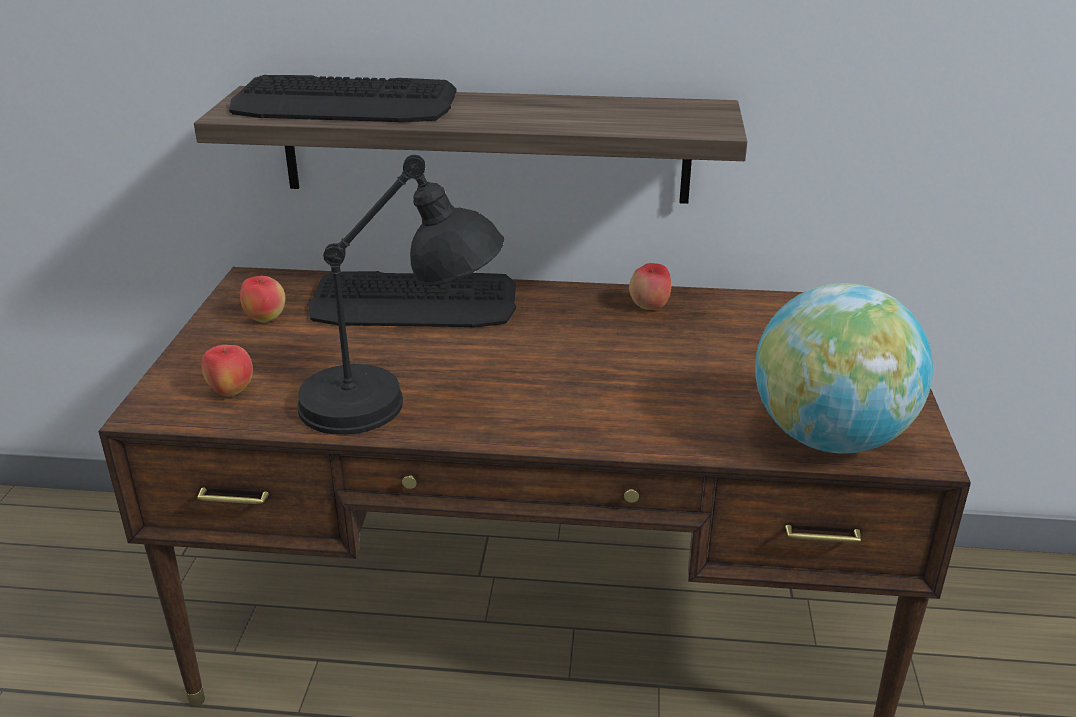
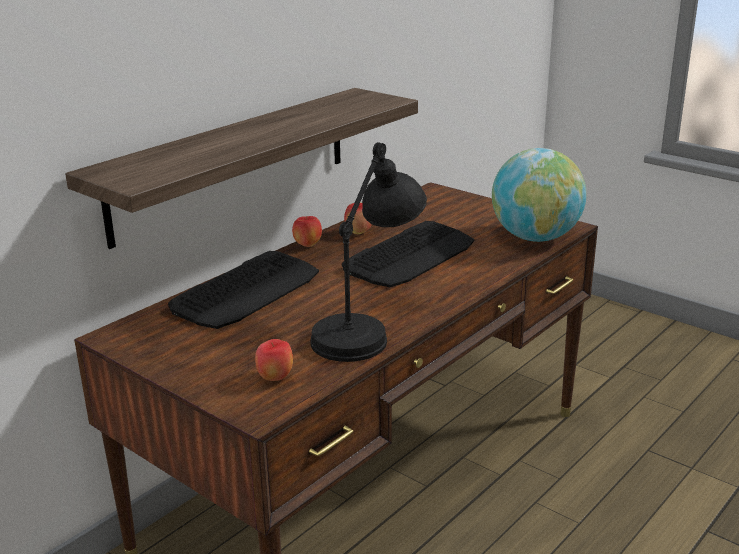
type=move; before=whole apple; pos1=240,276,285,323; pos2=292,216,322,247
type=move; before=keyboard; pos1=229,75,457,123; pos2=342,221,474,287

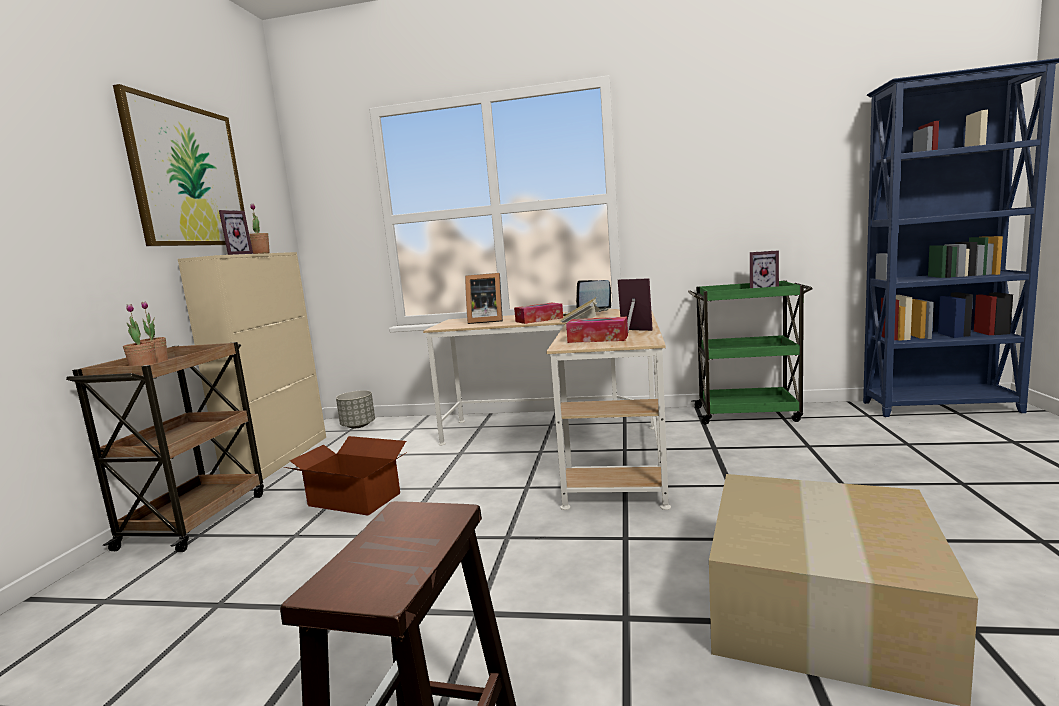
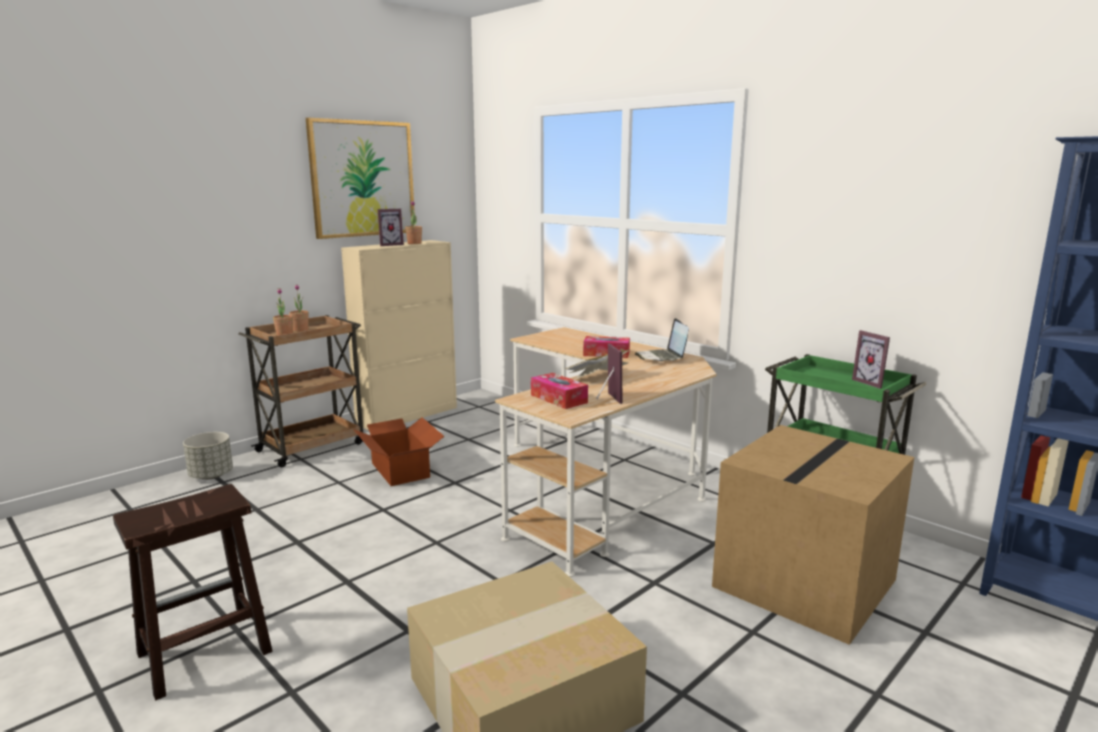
type=move; before=gray flower pot; pos1=336,390,375,428; pos2=183,432,233,480
type=insert; after=carton; pos2=712,425,914,645
type=delete; before=picture frame; pos1=465,273,503,324

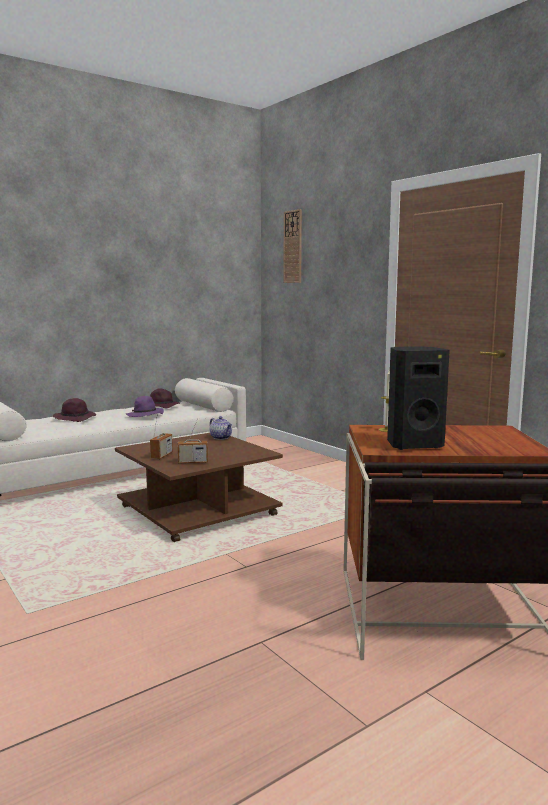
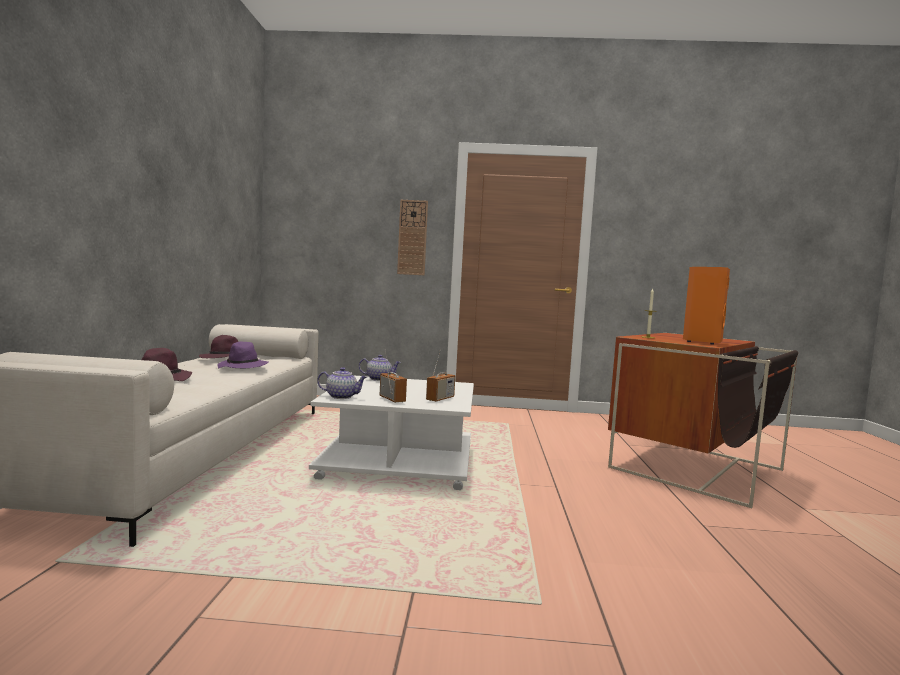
type=recolor; before=brown-coloured lounge table; after=white-coloured lounge table; pos1=115,433,283,542; pos2=309,375,474,490
type=insert; after=pot for tea; pos2=317,367,367,399
type=move; before=clock on the wall; pos1=284,209,302,283; pos2=397,200,428,275
type=recolor; before=black-coloured audio speaker; after=orange audio speaker; pos1=387,346,450,450; pos2=683,267,730,344

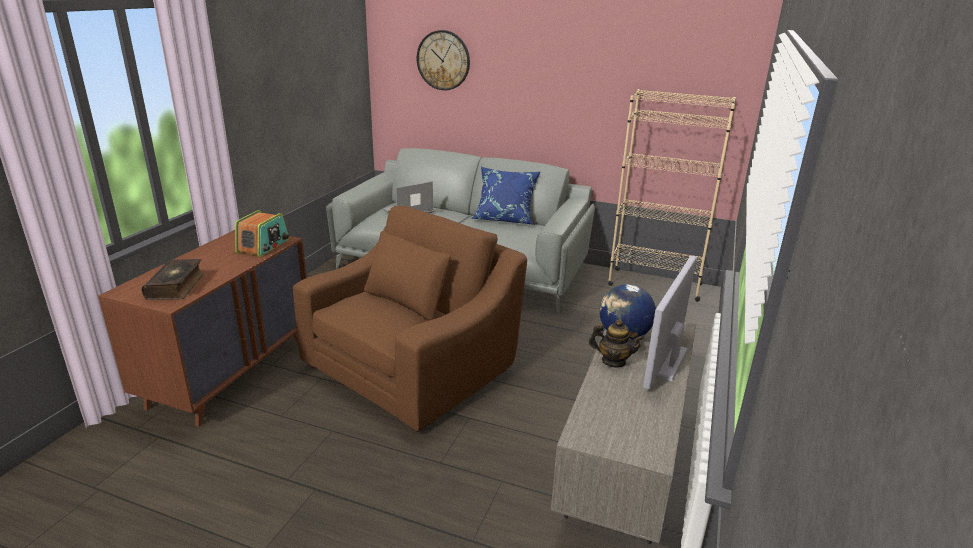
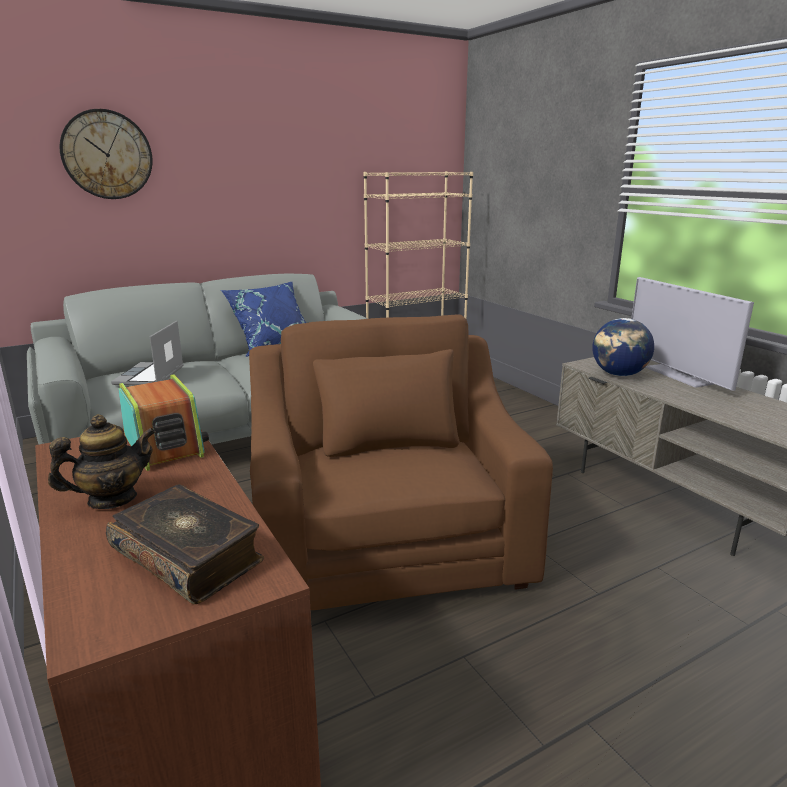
type=move; before=pot for tea; pos1=589,319,645,368; pos2=48,414,156,509

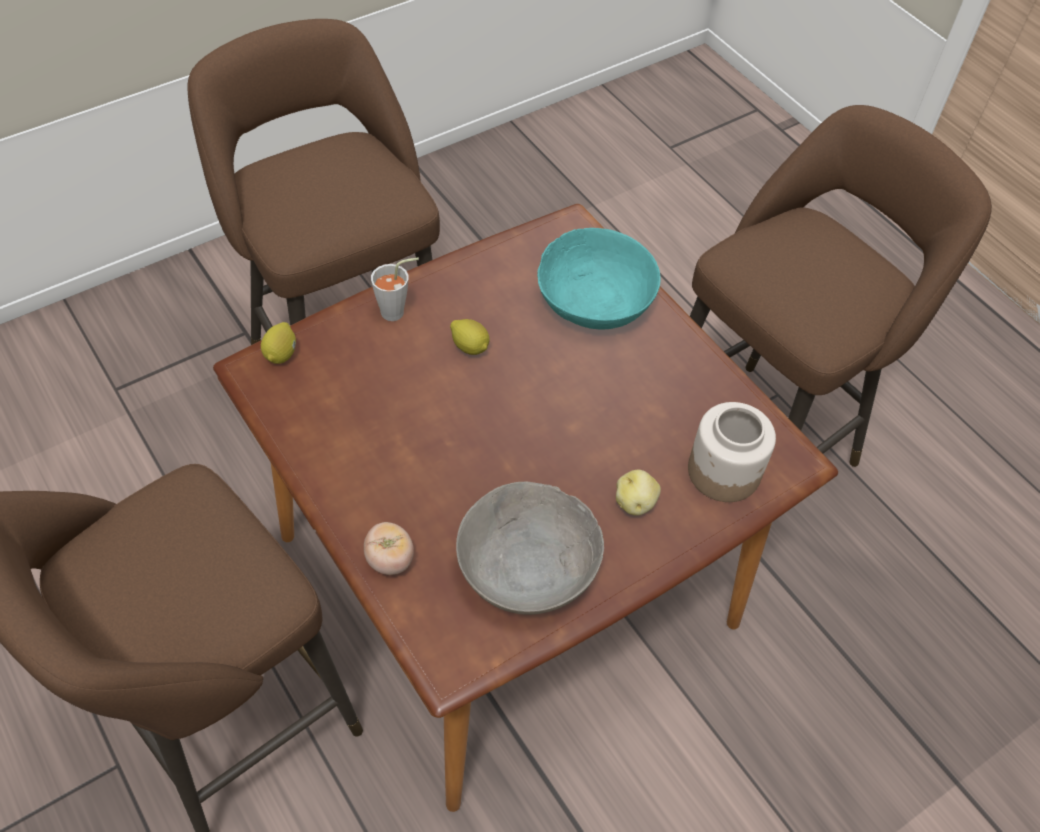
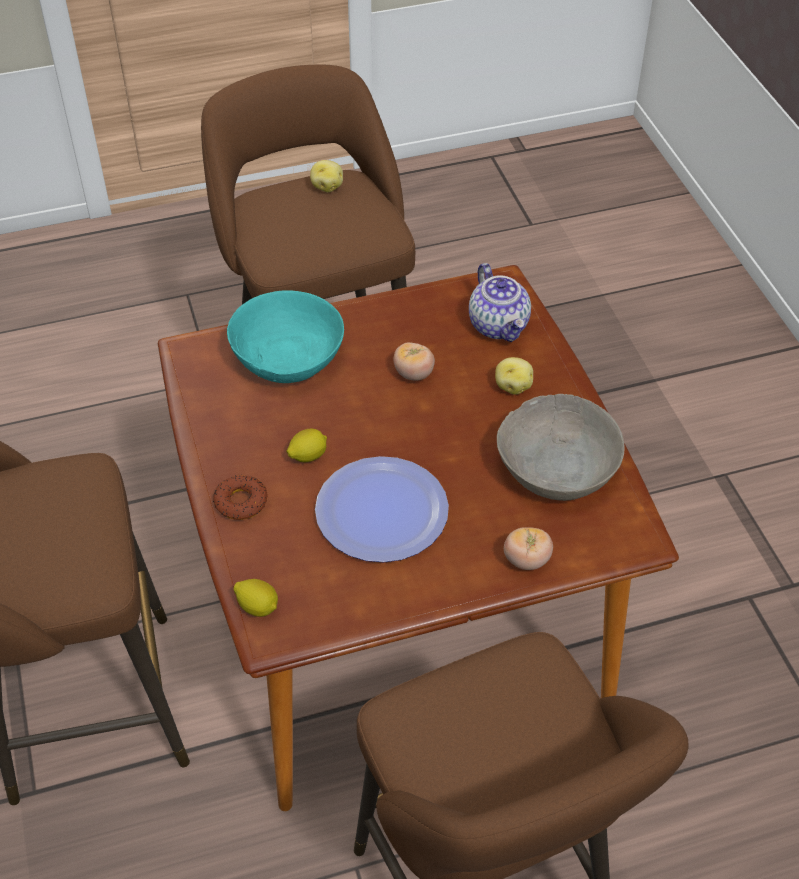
type=replace; before=gray small cup; after=doughnut; pos1=371,257,419,321; pos2=213,475,268,520
type=insert; after=spud; pos2=310,160,343,192
type=insert; after=dinner plate; pos2=315,456,449,562
type=insert; after=whole tomato; pos2=394,342,435,381
type=replace; before=preserve jar; after=pot for tea; pos1=688,402,776,502; pos2=469,263,531,342

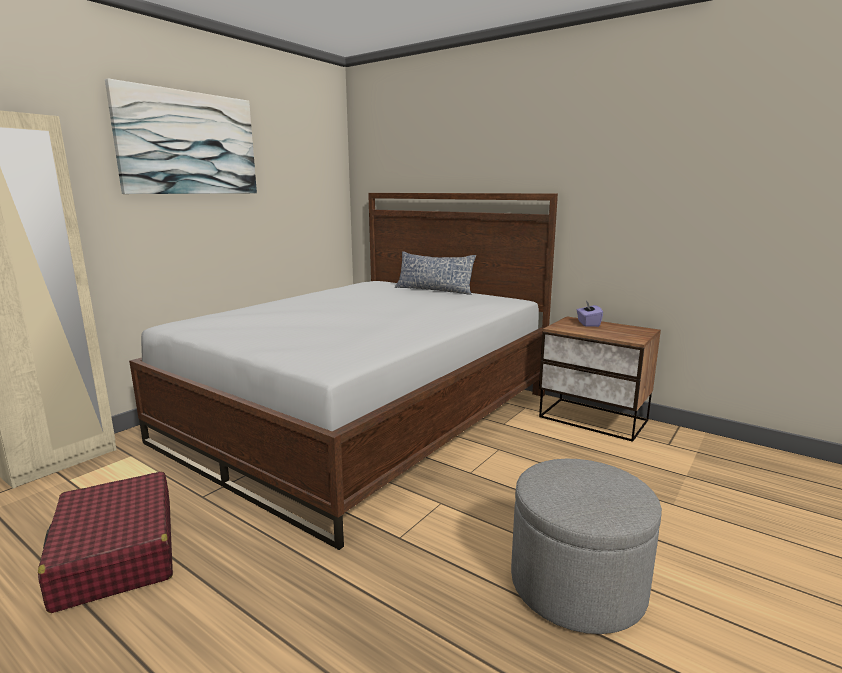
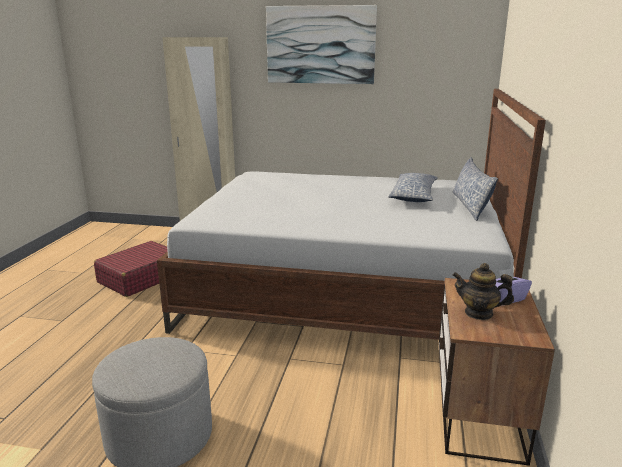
type=insert; after=pillow; pos2=389,173,438,202
type=insert; after=pot for tea; pos2=452,263,514,320

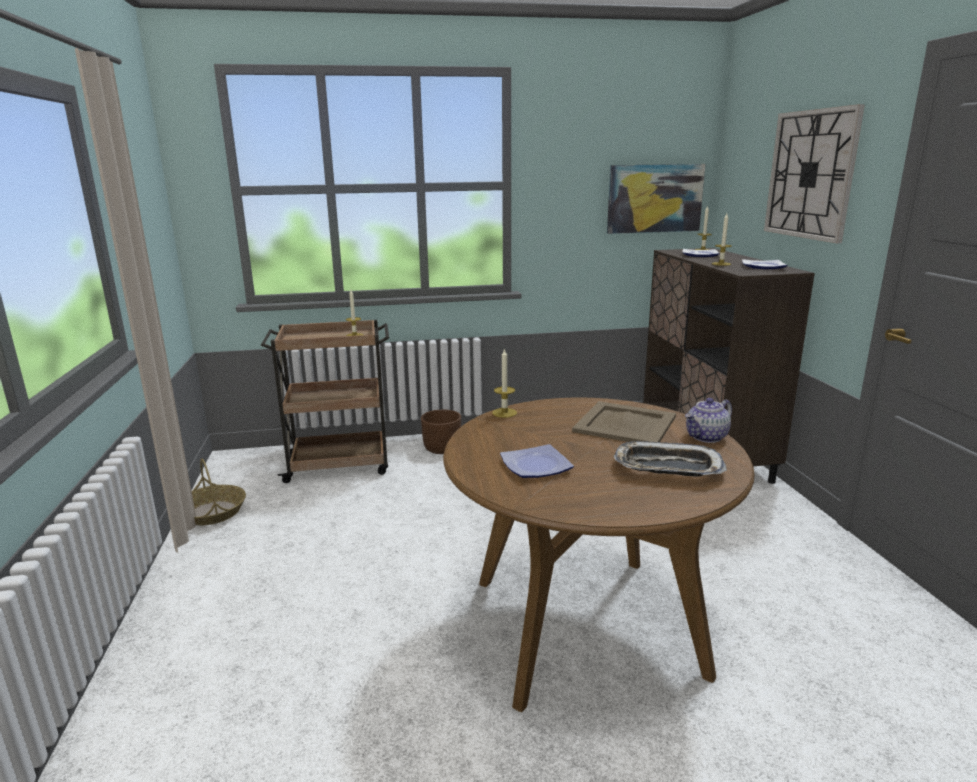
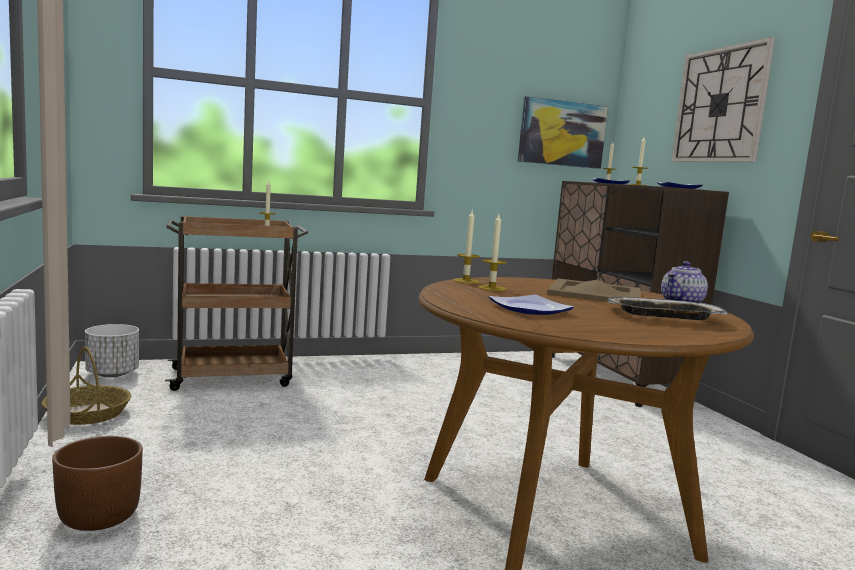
type=move; before=brown-coloured flower pot; pos1=421,410,461,454; pos2=52,436,143,531
type=insert; after=white-coloured flower pot; pos2=85,324,139,377
type=insert; after=wax candle; pos2=478,214,506,291

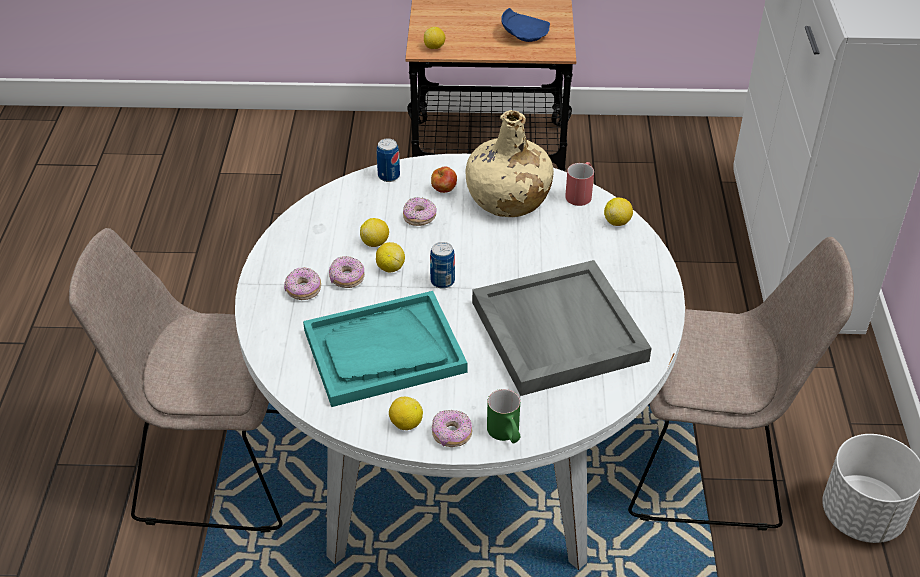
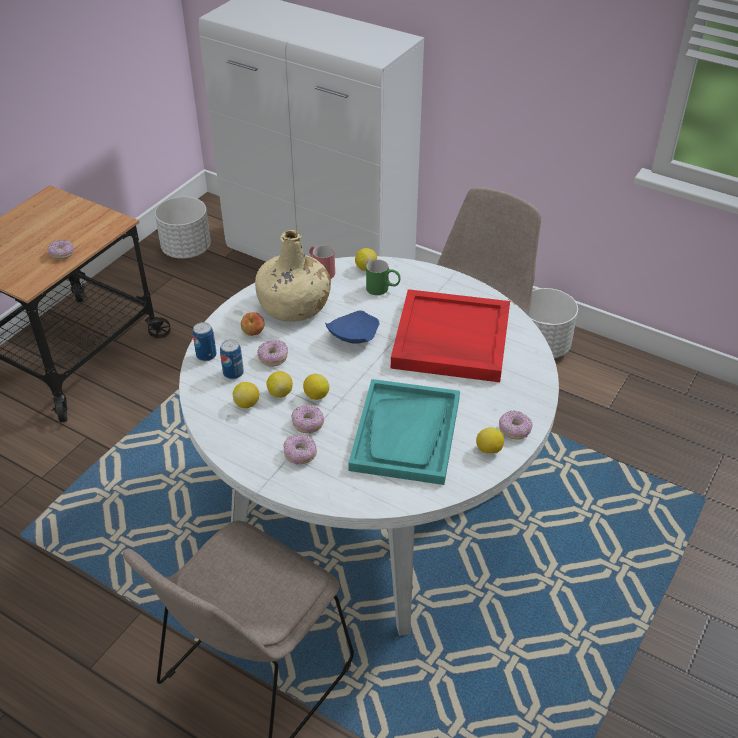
type=insert; after=doughnut; pos2=47,240,74,259
type=insert; after=white-coloured flower pot; pos2=155,196,211,259
type=move; before=can; pos1=430,242,455,289; pos2=220,340,244,379
type=move; before=lemon; pos1=424,27,445,49; pos2=233,382,259,408
type=move; before=blue-coloured dinner plate; pos1=501,8,550,42; pos2=325,311,379,344
type=move; before=green tea mug; pos1=487,389,521,443; pos2=366,259,401,295
type=recolor; before=gray serving tray; after=red serving tray; pos1=472,260,651,396; pos2=391,289,510,382

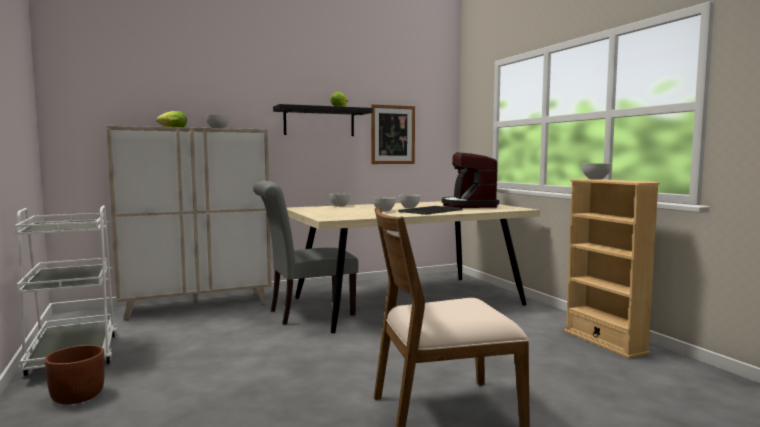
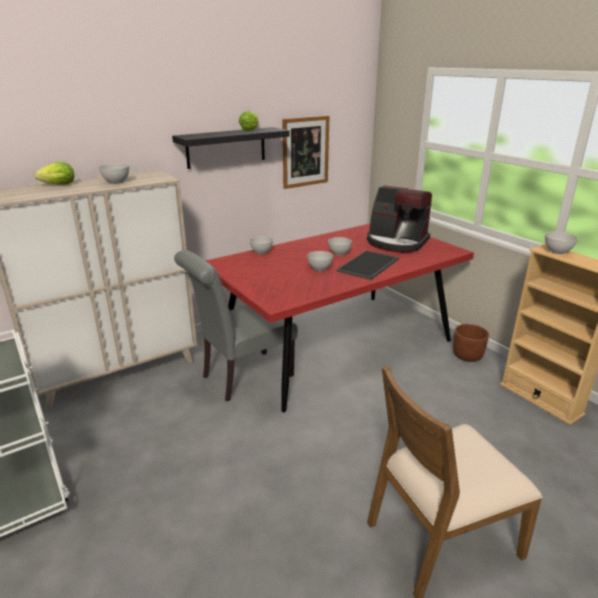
type=recolor; before=beige-coloured kitchen table; after=red kitchen table; pos1=287,201,540,333; pos2=206,224,474,412
type=rotate; before=coffee machine; pos1=442,152,499,208; pos2=367,186,432,253; turn=-45
type=move; before=brown-coloured flower pot; pos1=45,345,105,404; pos2=453,324,489,362

